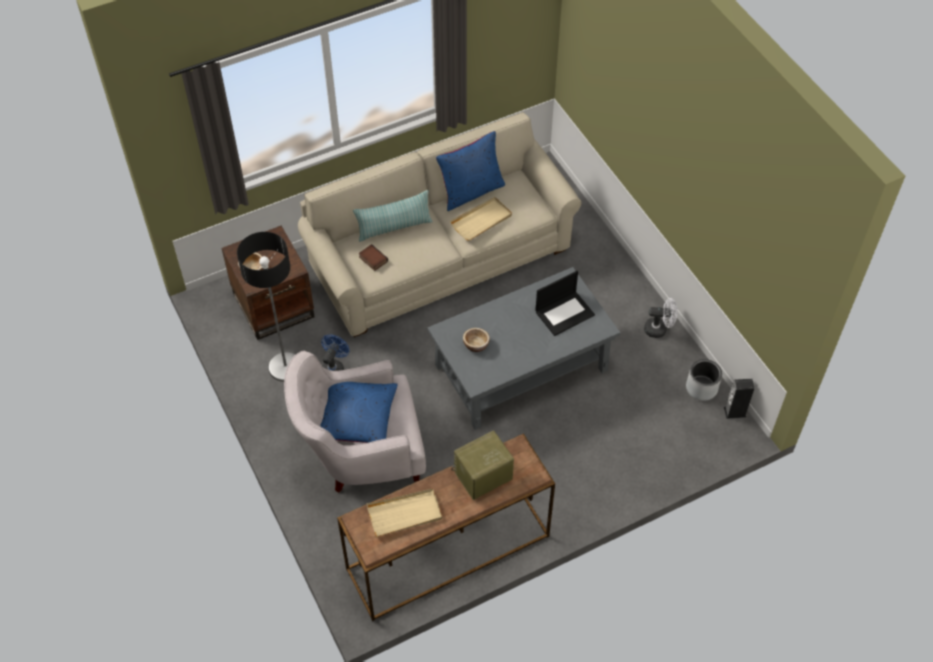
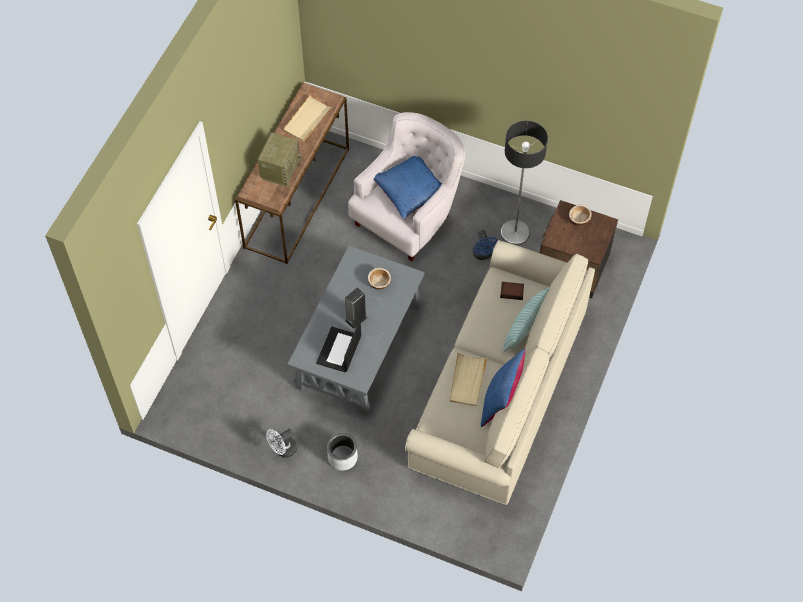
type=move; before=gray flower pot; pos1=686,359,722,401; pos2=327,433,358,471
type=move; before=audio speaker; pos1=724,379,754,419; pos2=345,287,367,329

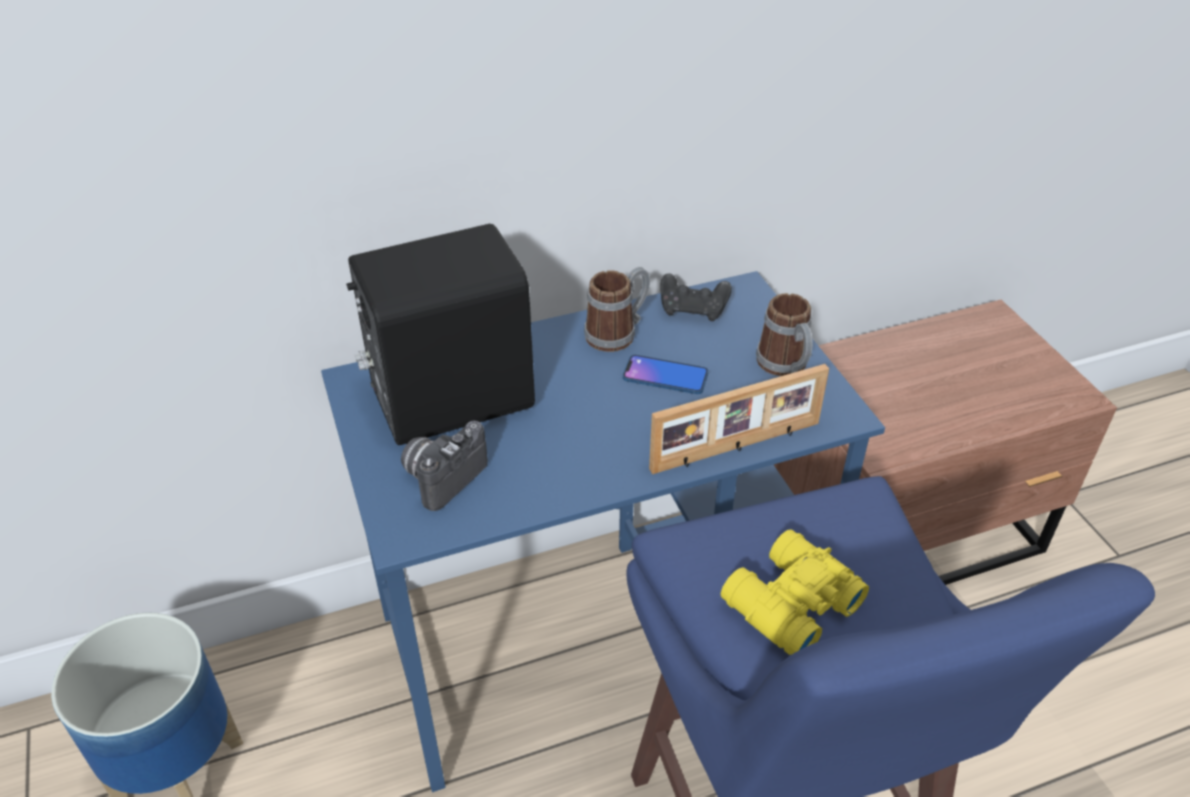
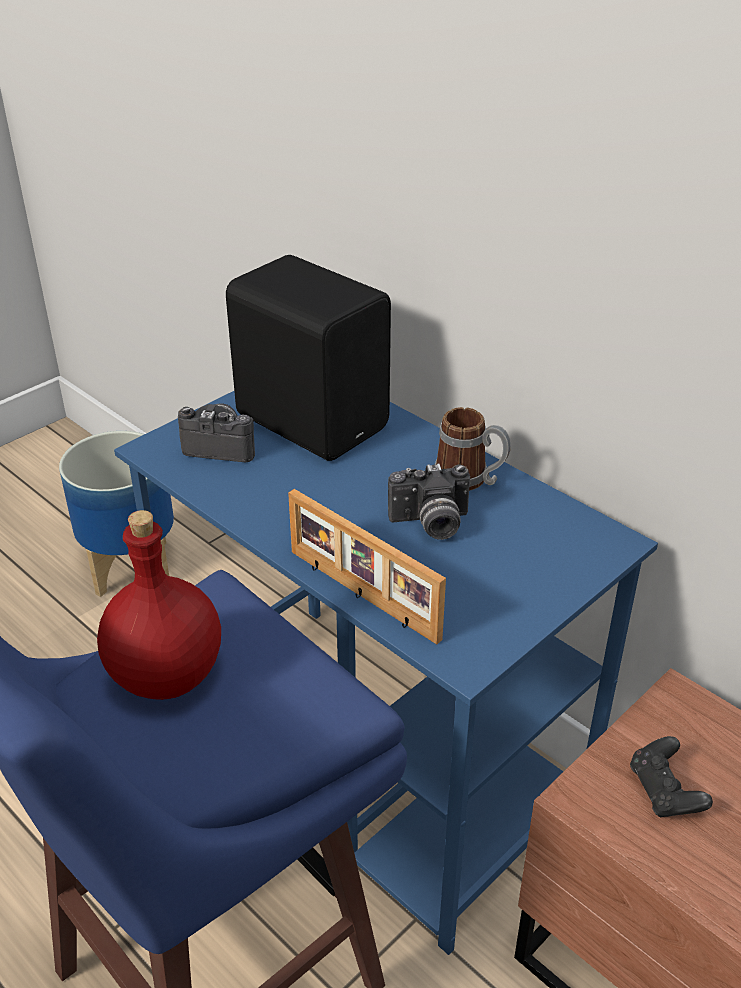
type=replace; before=yellow-coloured binoculars; after=red drink bottle; pos1=721,529,869,655; pos2=97,510,221,700
type=replace; before=phone; after=still camera; pos1=623,355,709,394; pos2=388,463,470,540
type=move; before=black-coloured game controller; pos1=660,273,732,321; pos2=630,736,713,817
type=delete; before=tea mug; pos1=756,293,812,376

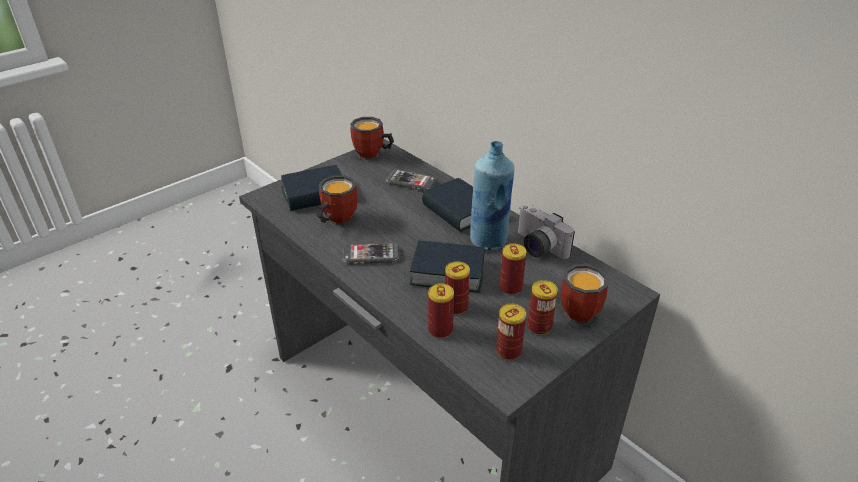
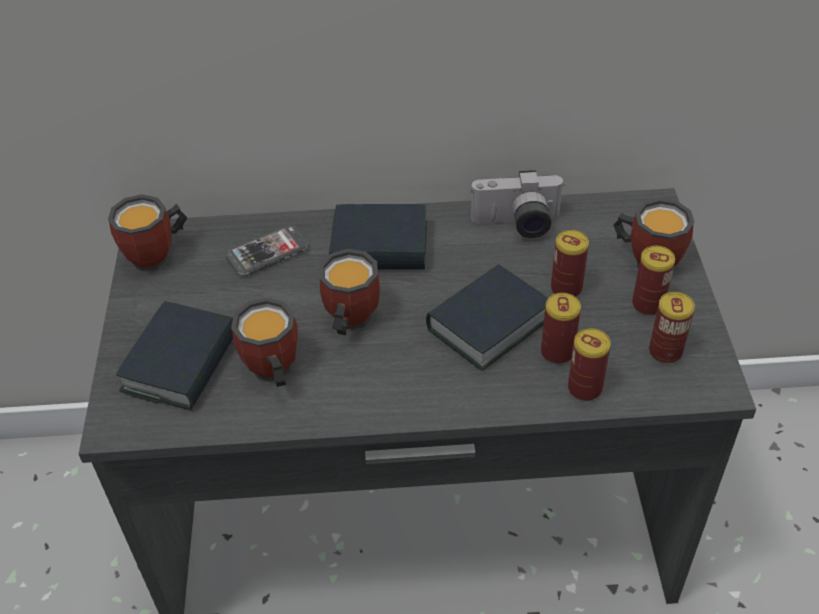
type=insert; after=tea mug; pos2=319,249,380,335
type=delete; before=phone; pos1=342,242,400,264
type=delete; before=blue-coloured drink bottle; pos1=470,141,515,250

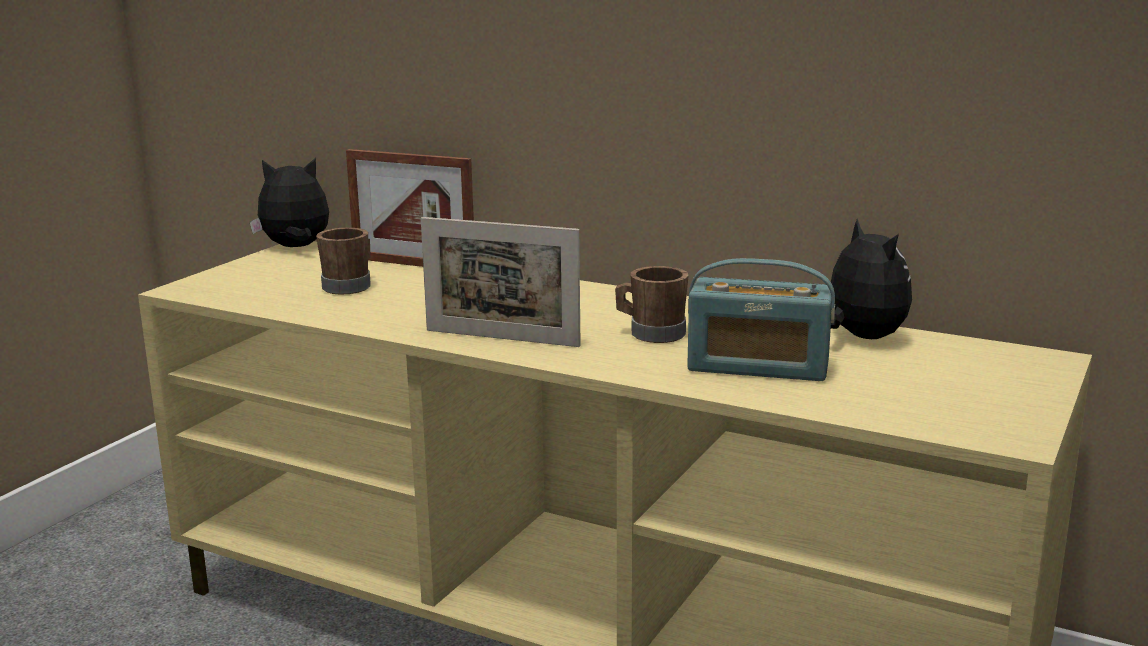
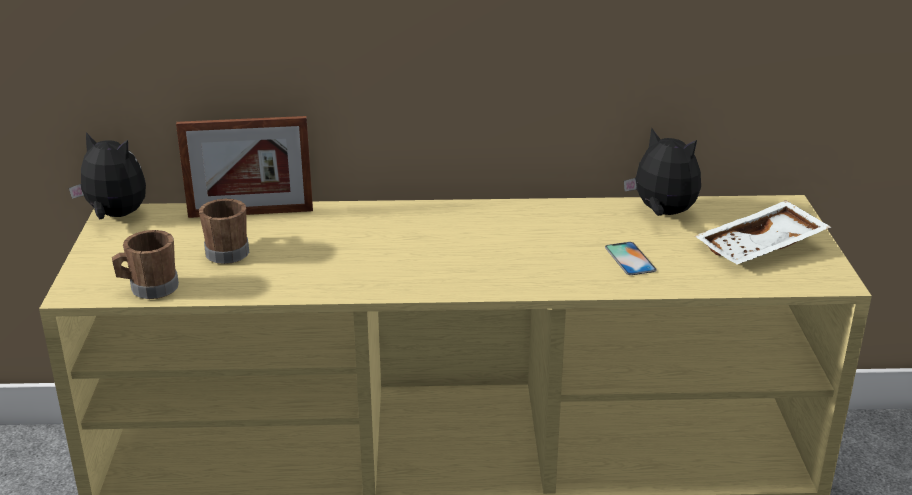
type=rotate; before=cuddly toy; pos1=250,158,329,247; pos2=69,132,146,219; turn=60
type=move; before=brown-coloured tea mug; pos1=615,266,688,343; pos2=112,230,179,299
type=replace; before=radio; after=phone; pos1=687,258,835,381; pos2=605,242,657,275
type=insert; after=white-coloured serving tray; pos2=695,200,831,265
type=delete; before=picture frame; pos1=421,217,581,347

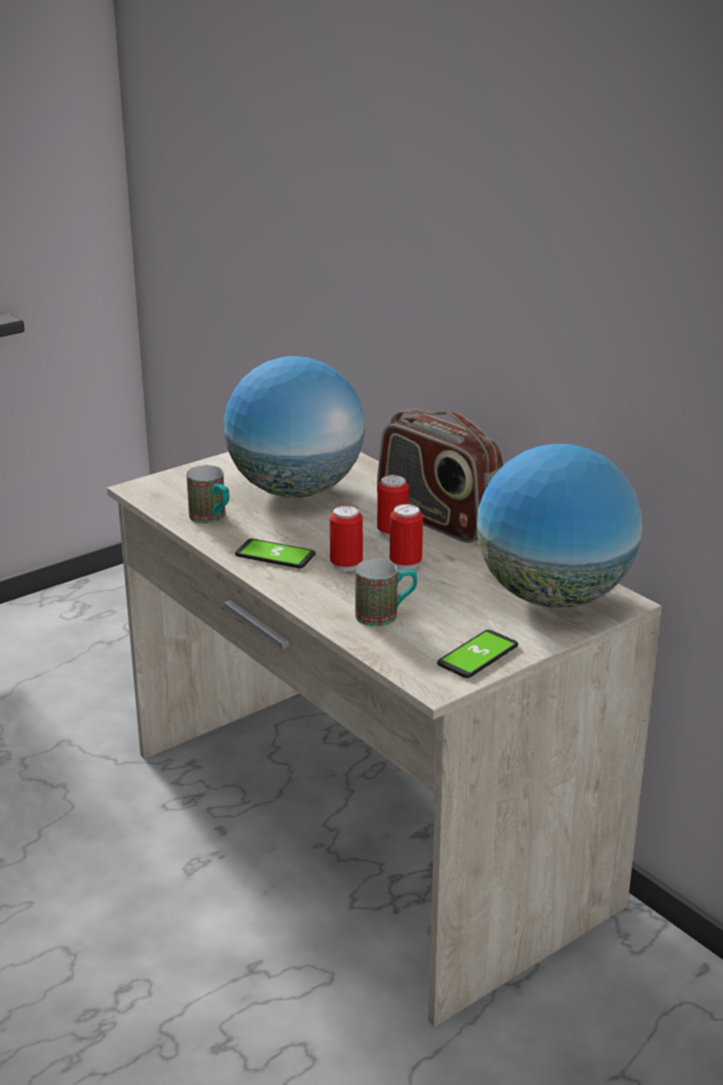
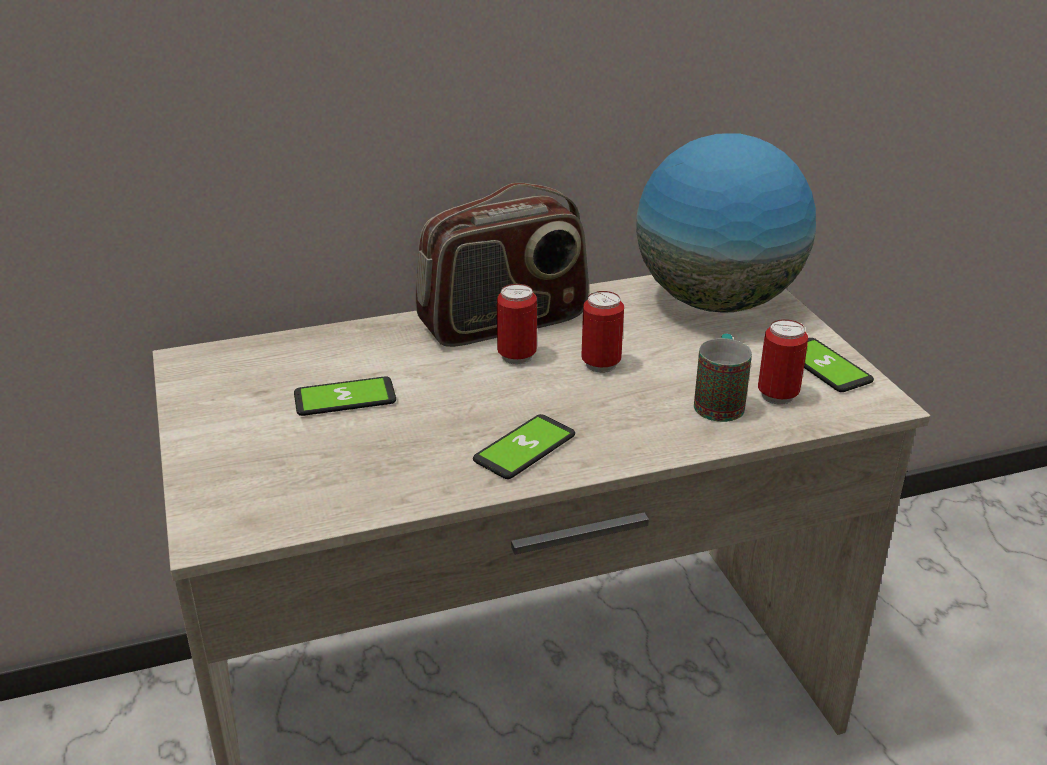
type=replace; before=desk globe; after=phone; pos1=224,356,365,498; pos2=294,376,396,416
type=move; before=can; pos1=330,505,363,571; pos2=758,319,808,405
type=delete; before=tea mug; pos1=186,465,229,524

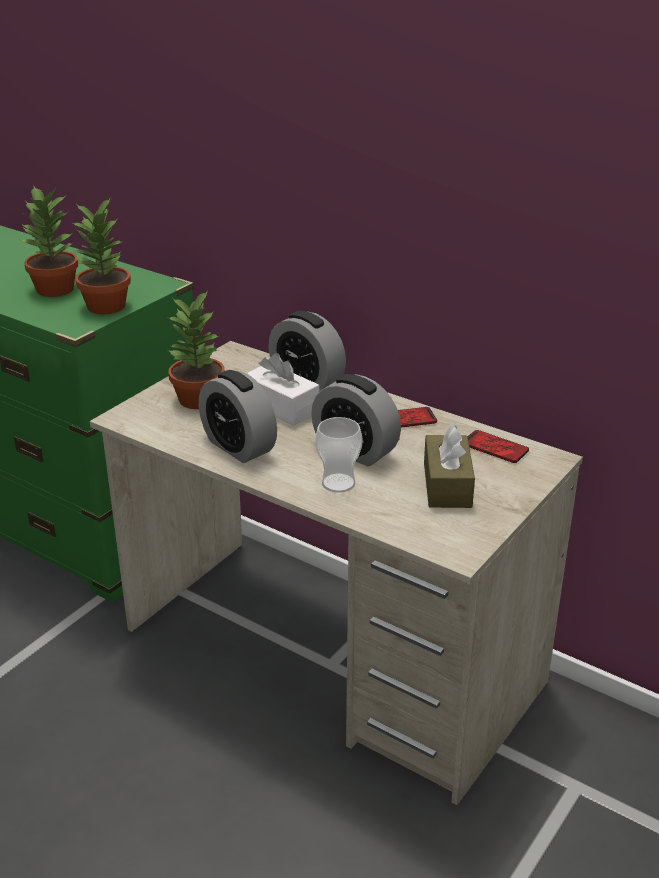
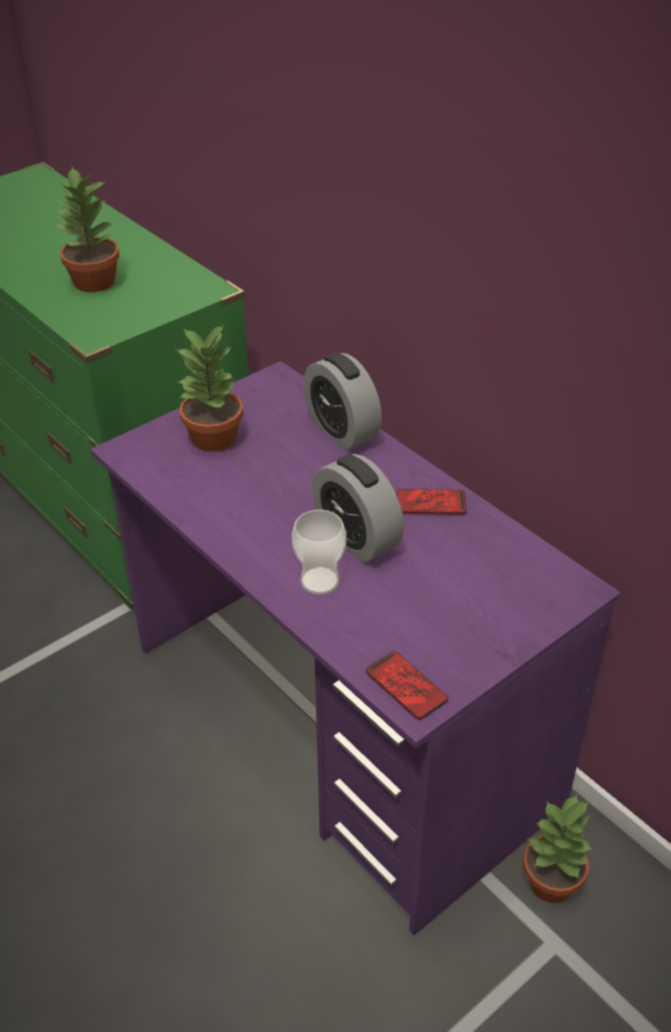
type=recolor; before=beige-coloured desk unit; after=purple-coloured desk unit; pos1=90,341,583,805; pos2=90,361,621,936
type=move; before=phone; pos1=467,430,529,463; pos2=366,651,448,720
type=move; before=plant in a pot; pos1=71,197,131,314; pos2=523,795,593,903
type=delete; before=bedside clock; pos1=199,370,277,463
type=delete; before=white-coloured box of tissues; pos1=247,353,319,426
type=delete; before=brown-coloured box of tissues; pos1=424,424,475,508

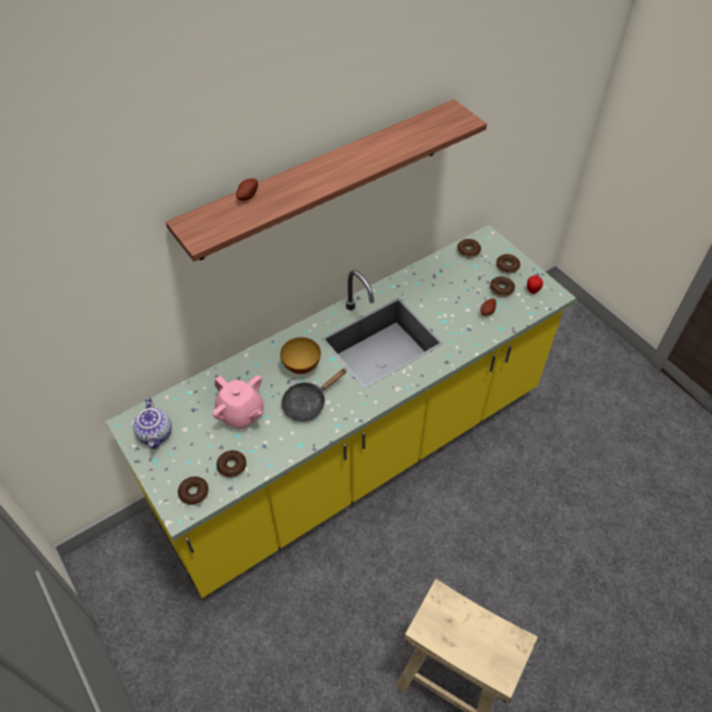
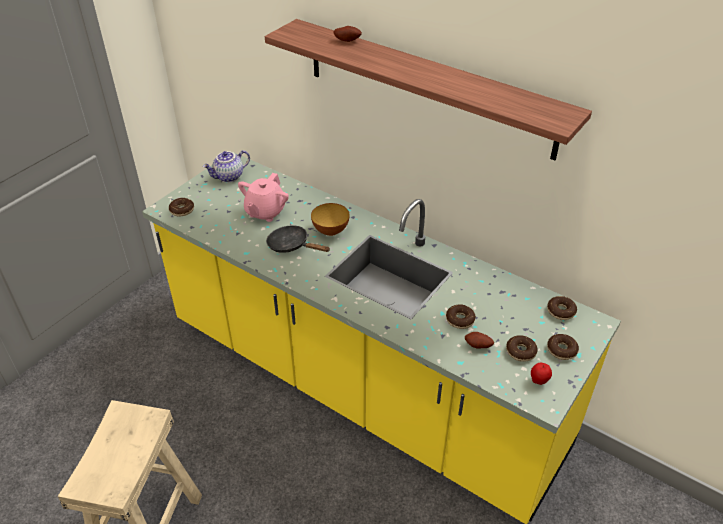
type=move; before=doughnut; pos1=217,450,247,478; pos2=446,304,476,329

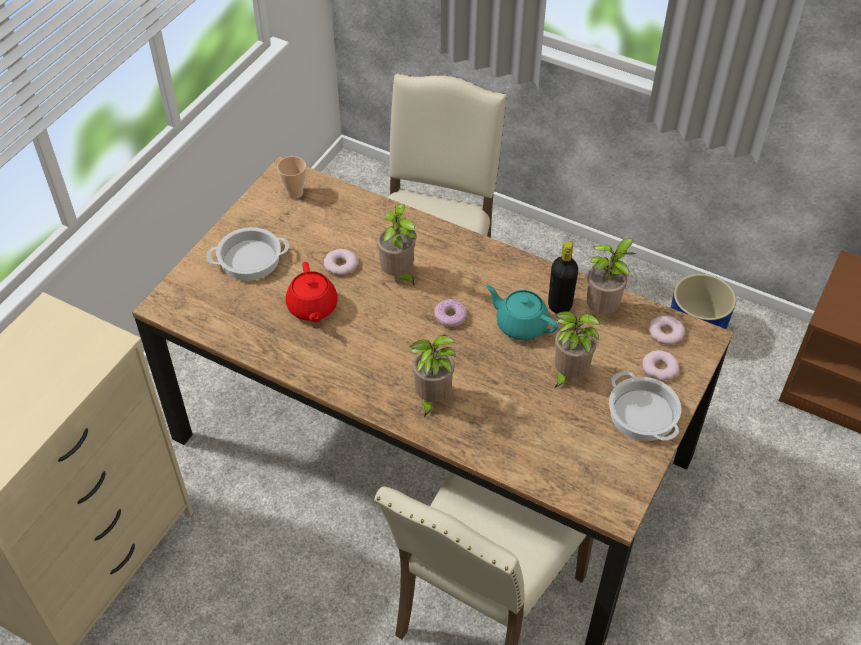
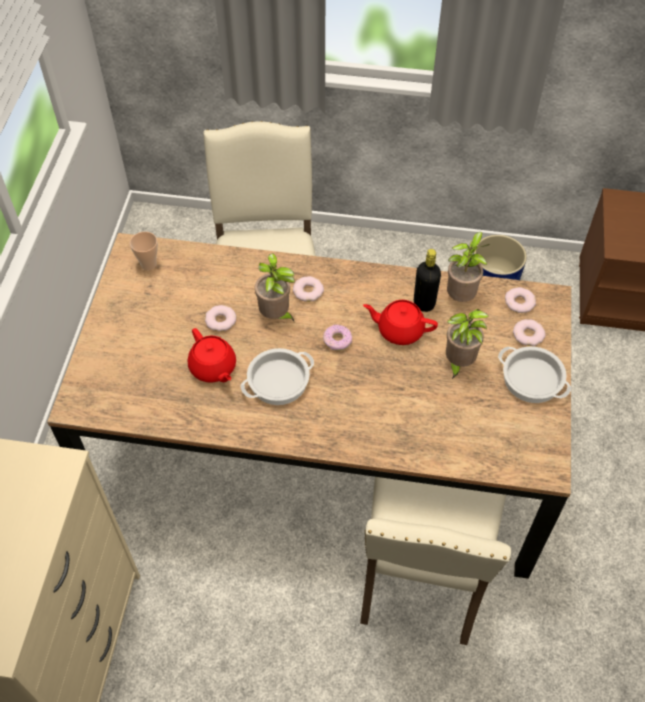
type=move; before=saucepot; pos1=207,227,289,281; pos2=241,348,314,405
type=insert; after=doughnut; pos2=293,276,324,302
type=recolor; before=blue-green pot for tea; after=red pot for tea; pos1=486,285,559,340; pos2=363,300,438,345
type=delete; before=plant in a pot; pos1=410,334,456,417

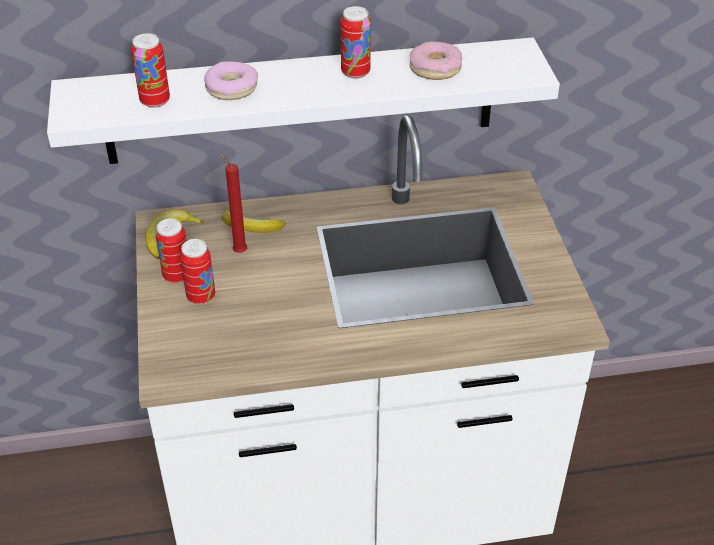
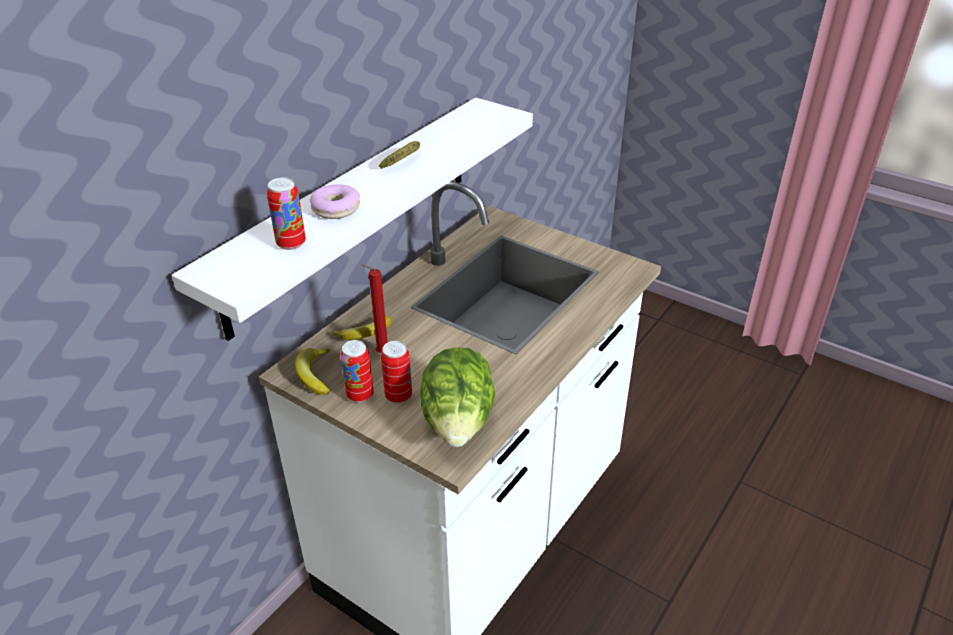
type=replace; before=can; after=whole banana; pos1=340,6,371,79; pos2=379,141,420,169
type=insert; after=lettuce head; pos2=420,347,495,447
type=delete; before=doughnut; pos1=410,41,462,80

